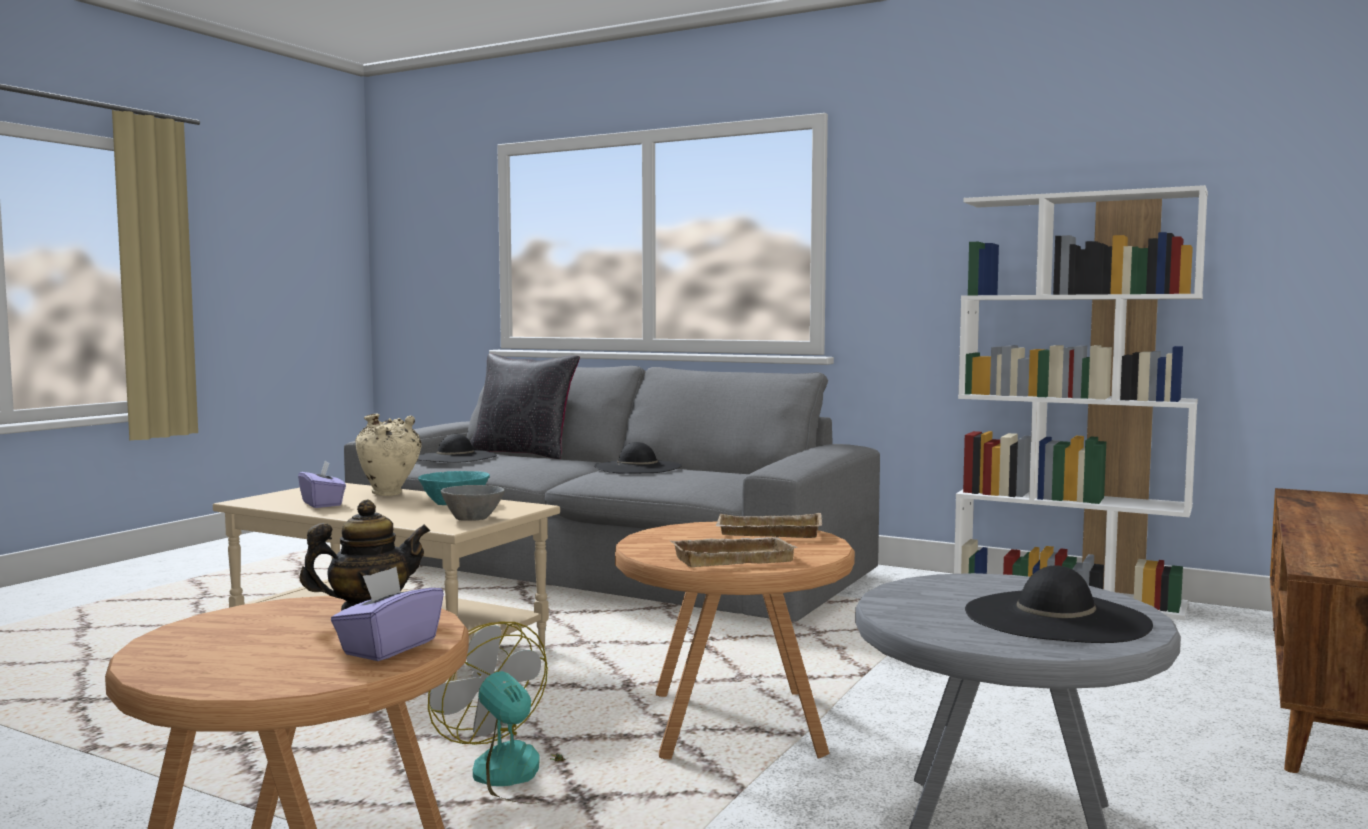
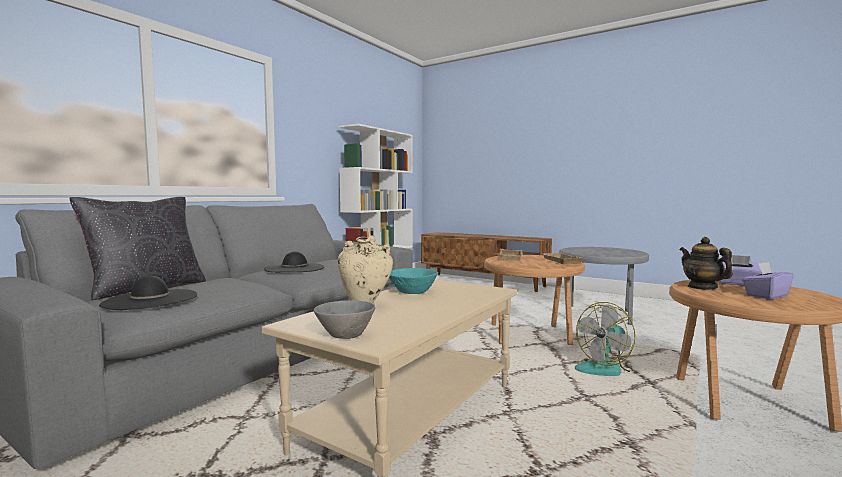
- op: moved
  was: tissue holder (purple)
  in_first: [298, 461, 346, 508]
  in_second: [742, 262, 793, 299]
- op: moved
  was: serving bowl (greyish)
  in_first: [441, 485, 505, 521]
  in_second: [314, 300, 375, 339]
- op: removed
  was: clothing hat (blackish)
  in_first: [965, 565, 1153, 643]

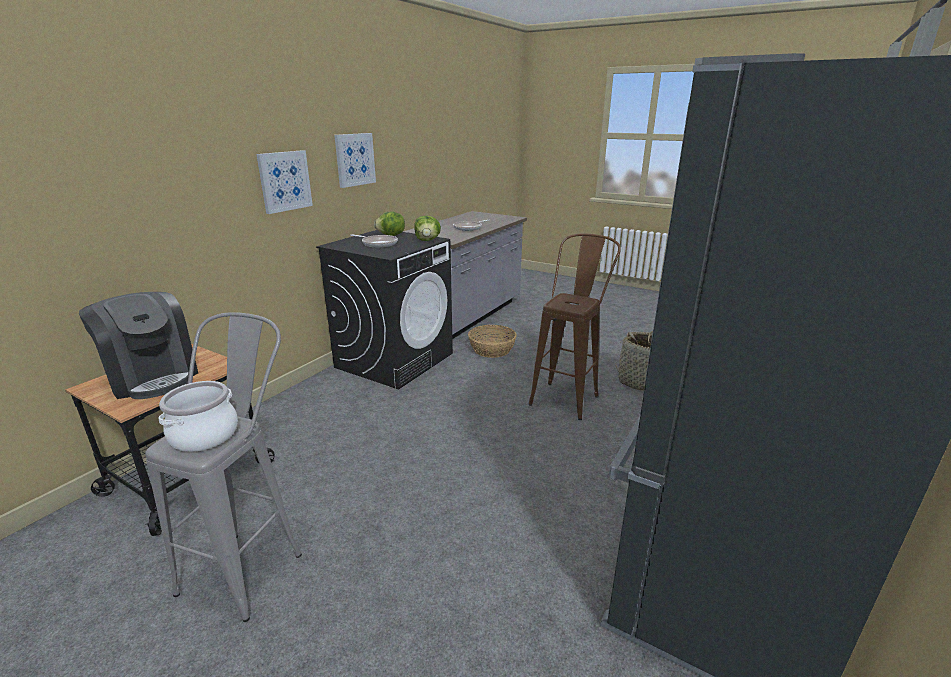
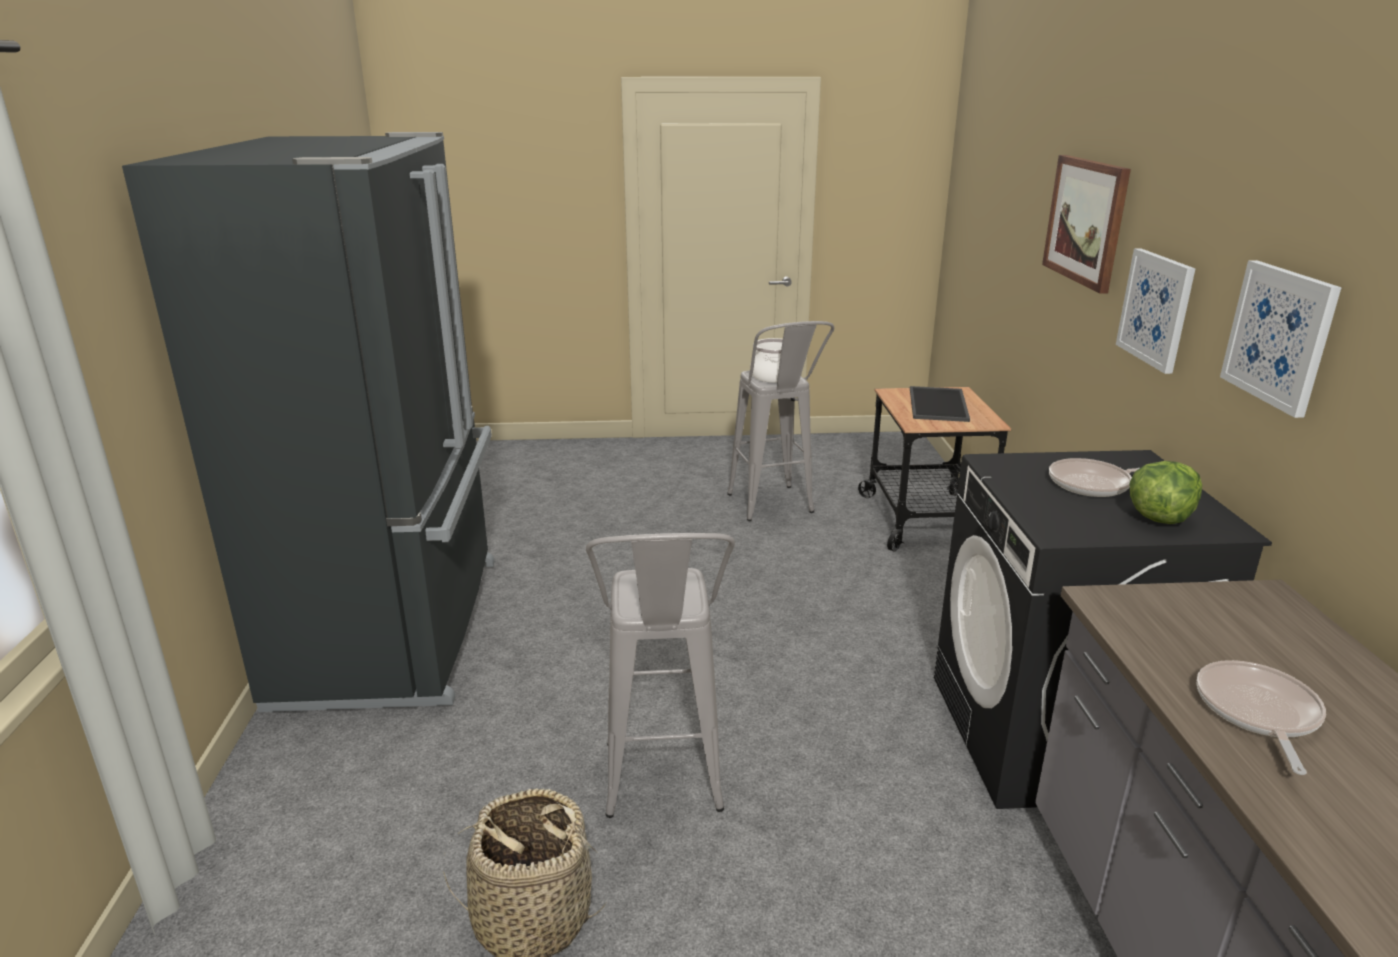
- op: removed
  was: head of lettuce
  in_first: [414, 216, 441, 241]
- op: recoloured
  was: stool seat (brown)
  now: stool seat (greyish)
  in_first: [528, 234, 621, 420]
  in_second: [586, 533, 735, 818]
- op: replaced
  was: coffee machine
  now: serving tray
  in_first: [79, 292, 198, 399]
  in_second: [910, 386, 970, 422]
- op: removed
  was: household basket
  in_first: [468, 325, 517, 358]
- op: added
  now: wall picture
  in_second: [1042, 155, 1131, 294]

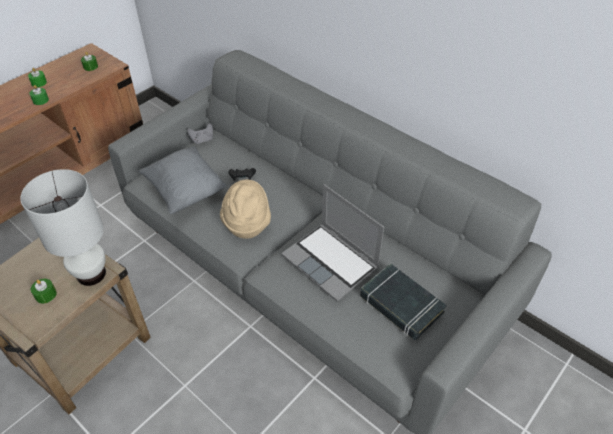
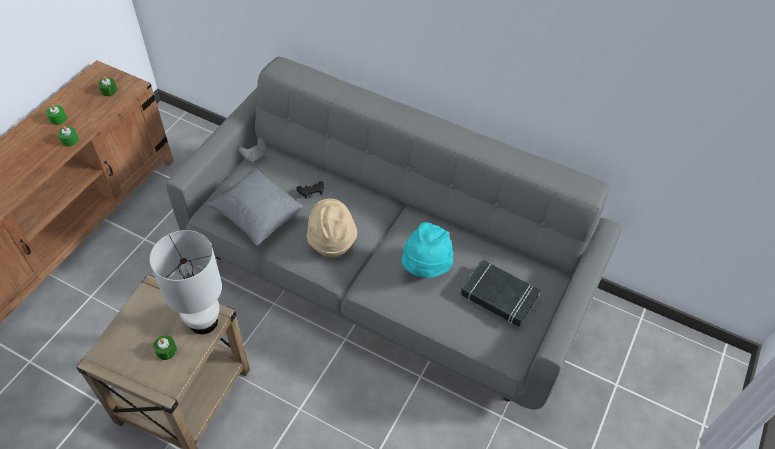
- op: replaced
  was: laptop
  now: clothing hat (turquoise-coloured)
  in_first: [281, 184, 384, 302]
  in_second: [402, 222, 453, 278]

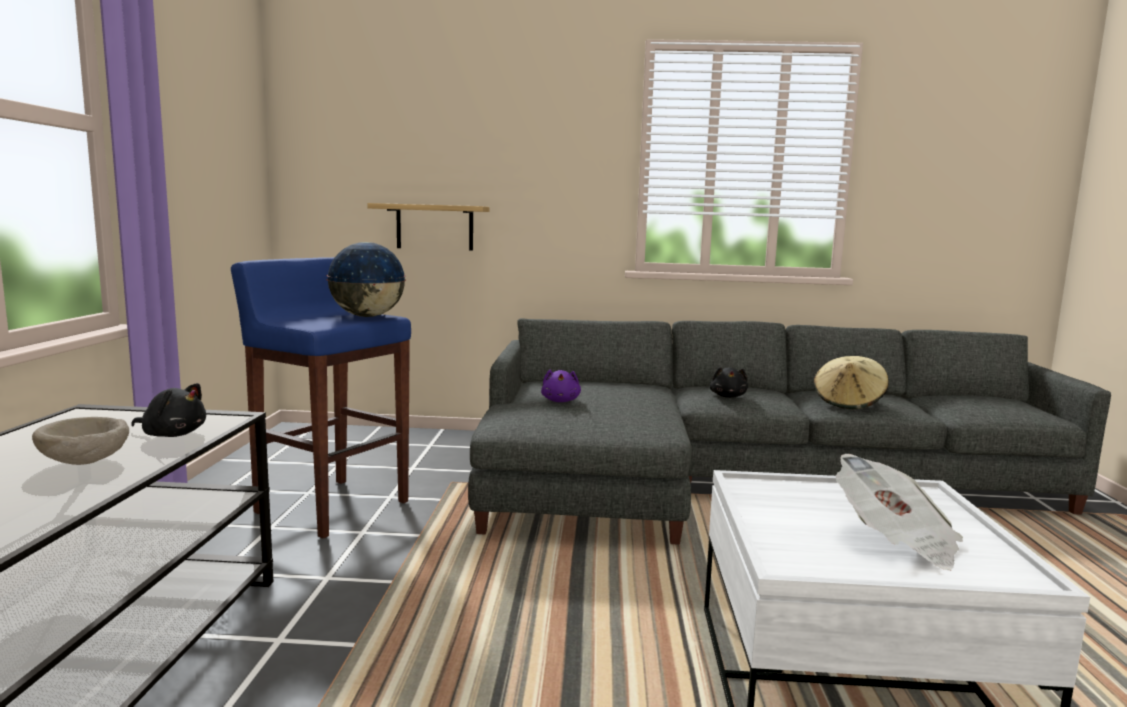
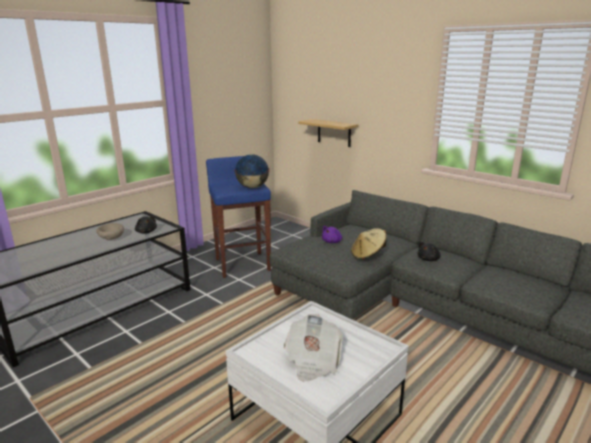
- op: moved
  was: clothing hat (sand-coloured)
  in_first: [814, 356, 889, 409]
  in_second: [351, 228, 387, 260]

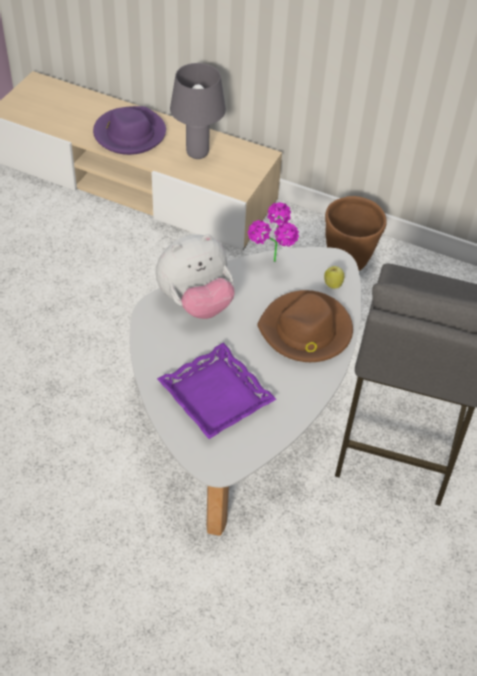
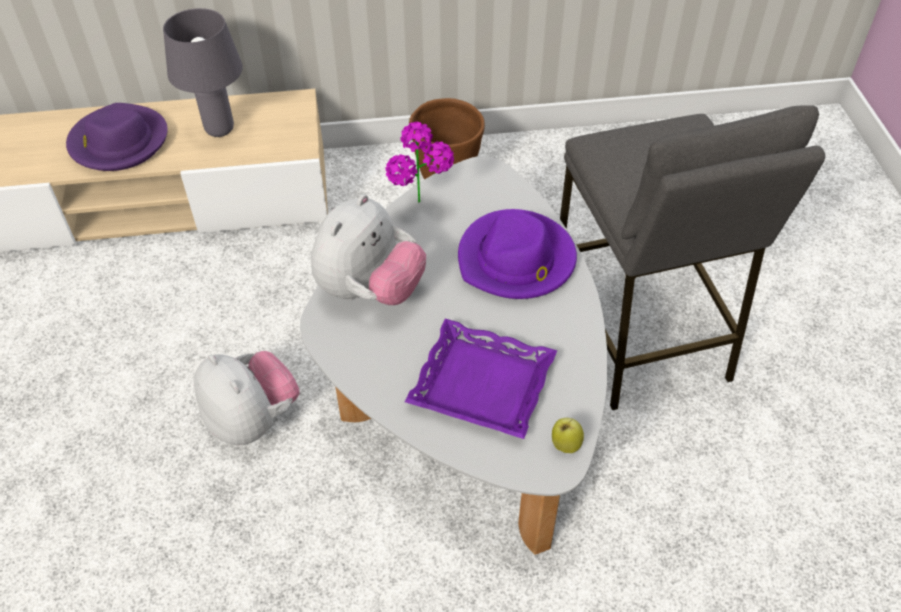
- op: moved
  was: apple fruit
  in_first: [324, 266, 344, 289]
  in_second: [552, 418, 584, 453]
- op: recoloured
  was: clothing hat (brown)
  now: clothing hat (purple)
  in_first: [257, 290, 353, 362]
  in_second: [458, 209, 577, 299]
- op: added
  now: plush toy
  in_second: [194, 351, 300, 445]

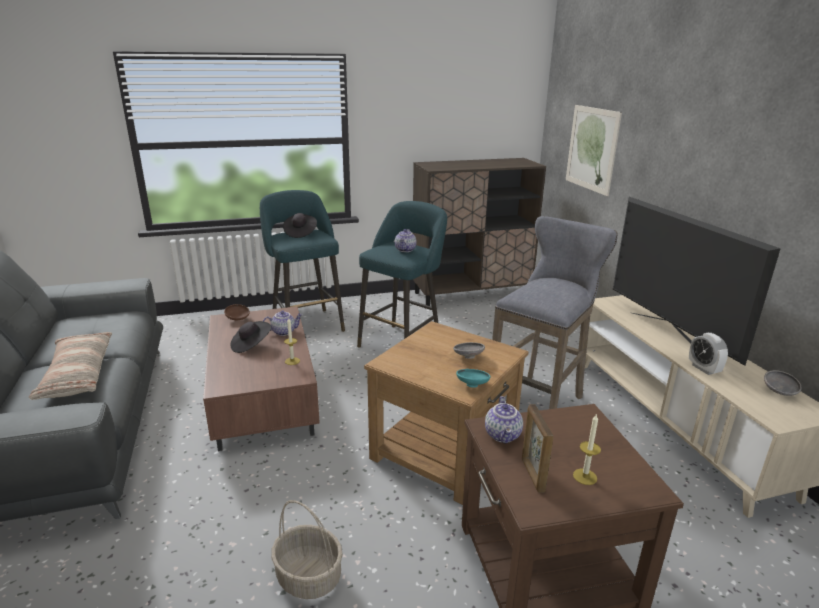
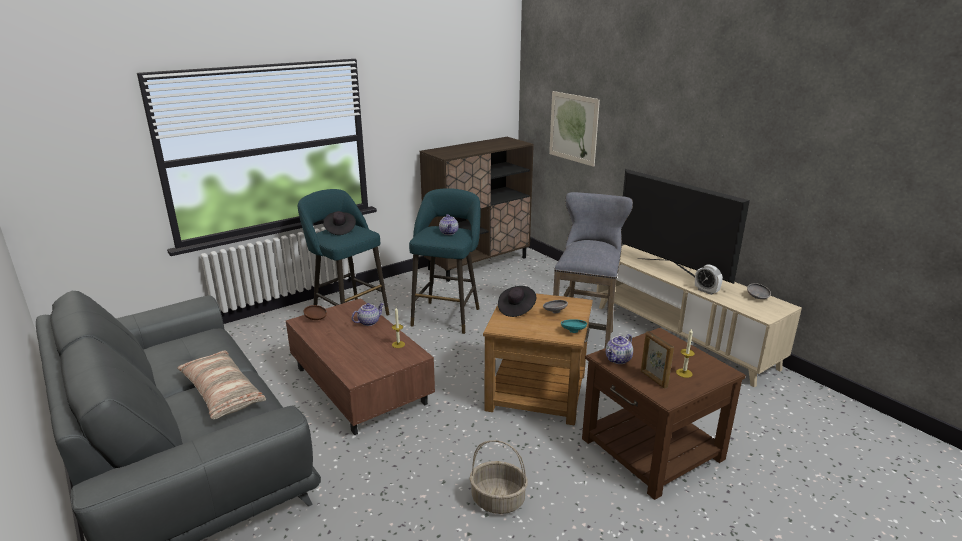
- op: moved
  was: clothing hat (blackish)
  in_first: [230, 321, 271, 353]
  in_second: [498, 286, 536, 317]
- op: turned
  was: pot for tea
  in_first: [485, 396, 523, 444]
  in_second: [606, 334, 633, 364]
  clockwise: 60

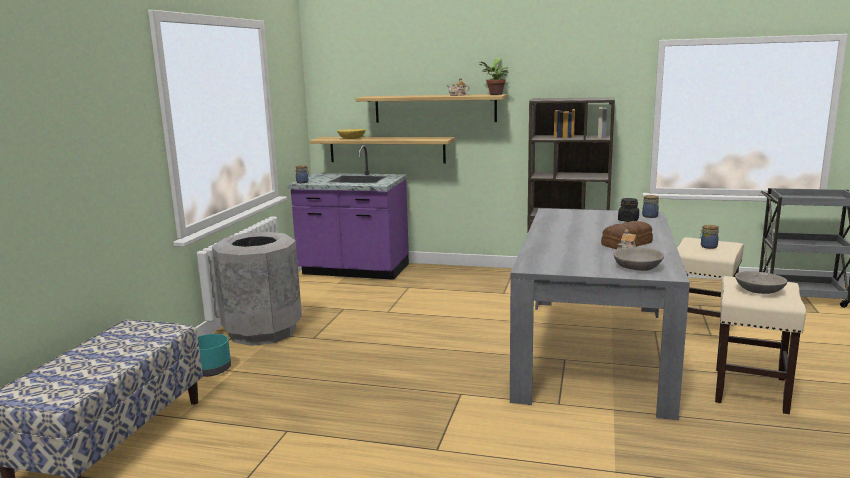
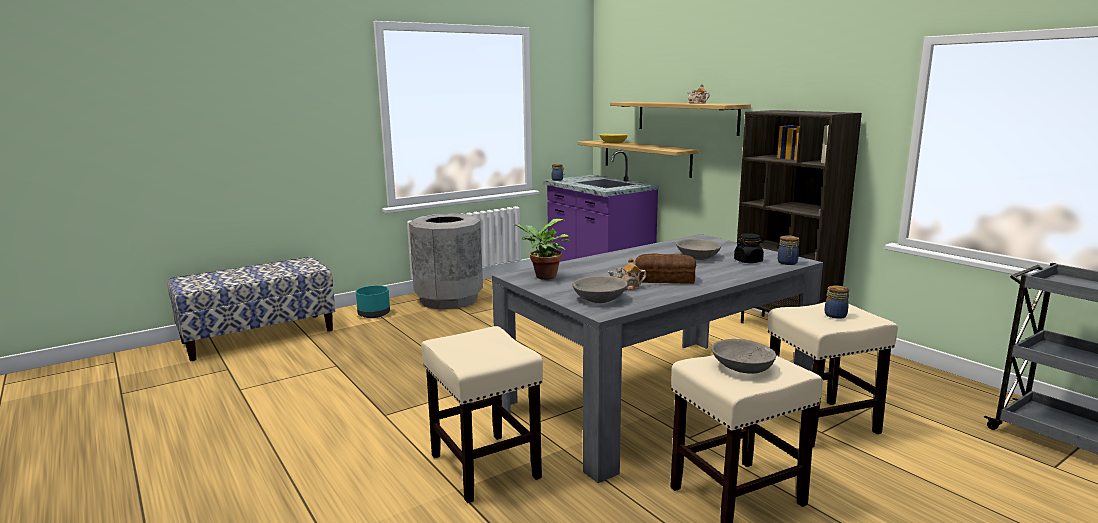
- op: moved
  was: houseplant
  in_first: [479, 58, 509, 95]
  in_second: [515, 219, 571, 280]
- op: added
  now: serving bowl (greyish)
  in_second: [676, 239, 721, 260]
- op: added
  now: stool seat (sand-coloured)
  in_second: [421, 326, 543, 503]

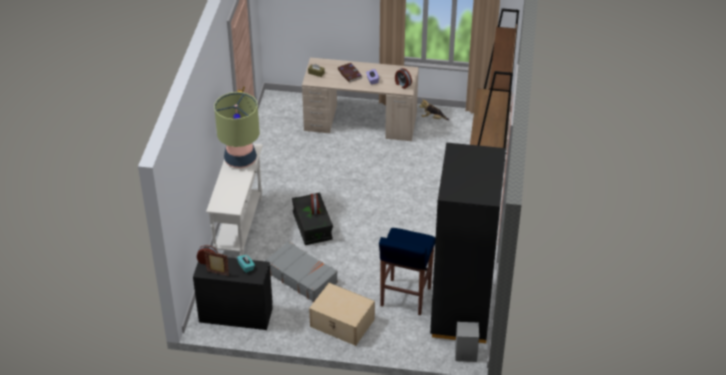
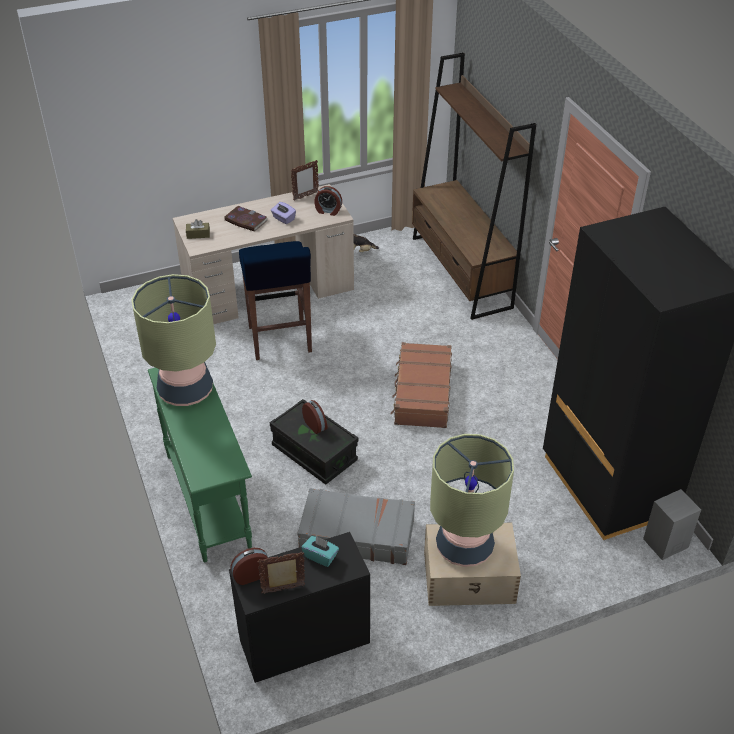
- op: recoloured
  was: console table (white)
  now: console table (greenish)
  in_first: [206, 144, 263, 256]
  in_second: [148, 368, 252, 562]
- op: moved
  was: stool seat (bluish)
  in_first: [379, 228, 435, 315]
  in_second: [239, 241, 312, 360]
- op: added
  now: picture frame
  in_second: [291, 160, 319, 201]
- op: added
  now: travel case (brown)
  in_second: [391, 342, 452, 428]
- op: added
  now: table lamp
  in_second: [430, 434, 514, 567]

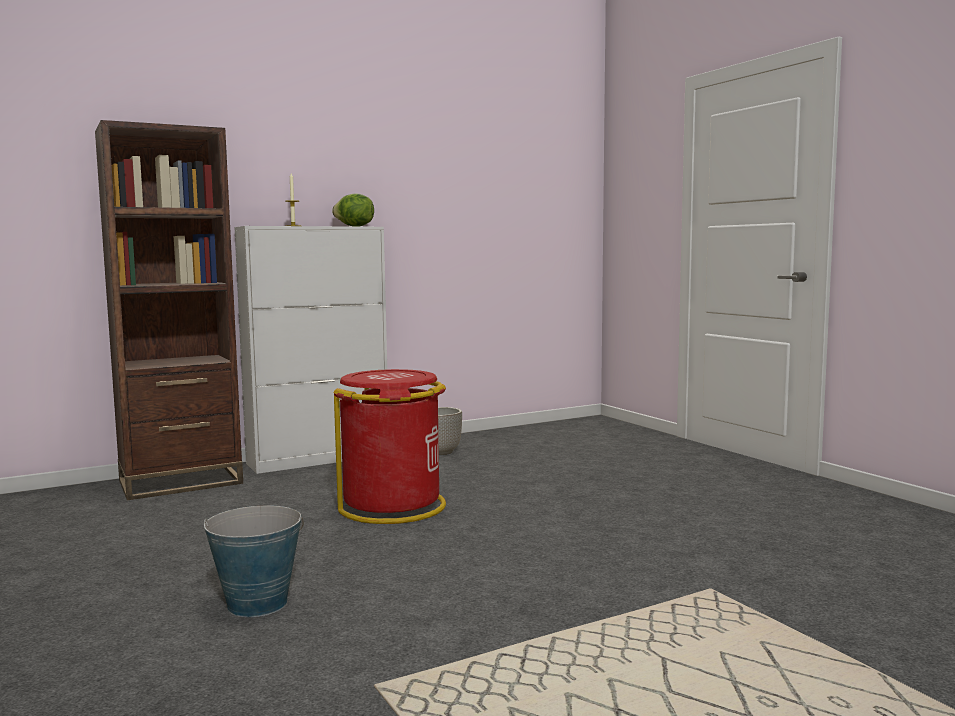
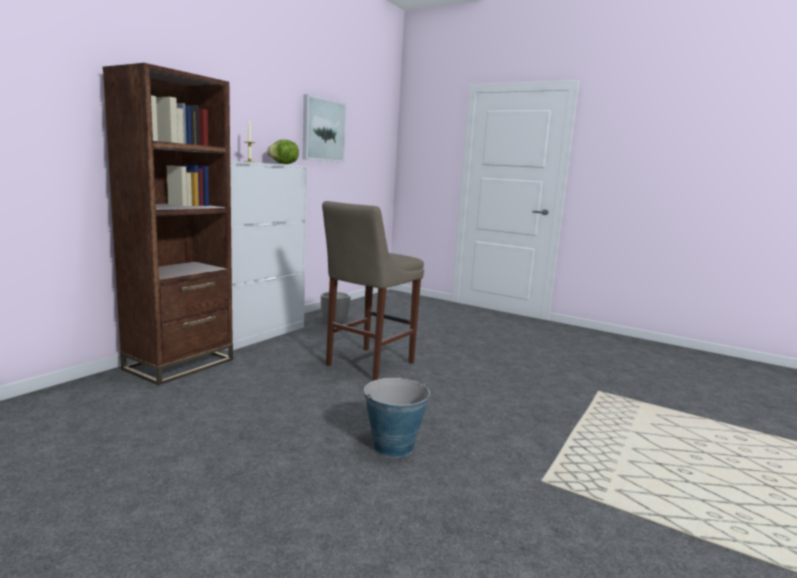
- op: replaced
  was: trash can (reddish)
  now: stool seat (sand-coloured)
  in_first: [334, 369, 446, 524]
  in_second: [322, 201, 424, 381]
- op: added
  now: wall picture
  in_second: [303, 94, 346, 163]

